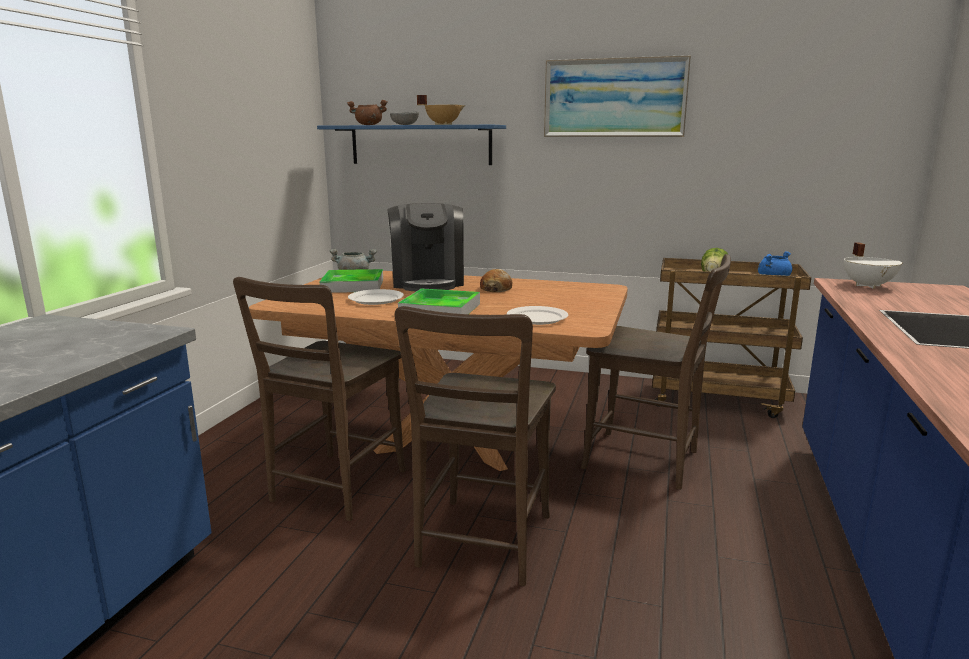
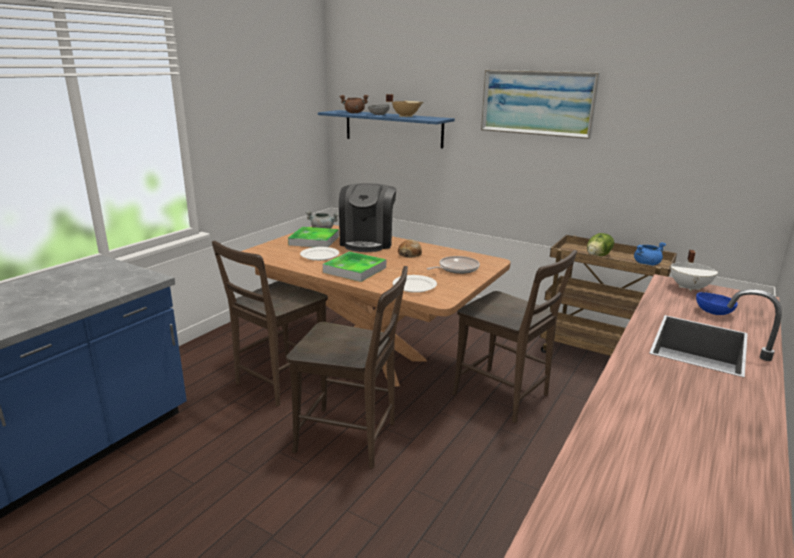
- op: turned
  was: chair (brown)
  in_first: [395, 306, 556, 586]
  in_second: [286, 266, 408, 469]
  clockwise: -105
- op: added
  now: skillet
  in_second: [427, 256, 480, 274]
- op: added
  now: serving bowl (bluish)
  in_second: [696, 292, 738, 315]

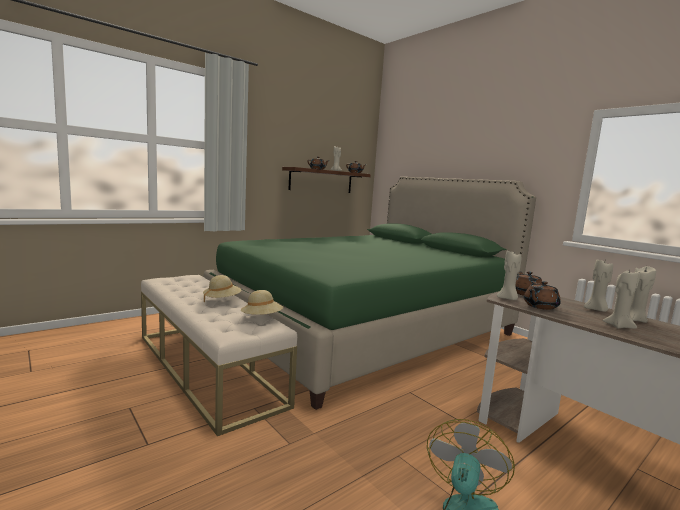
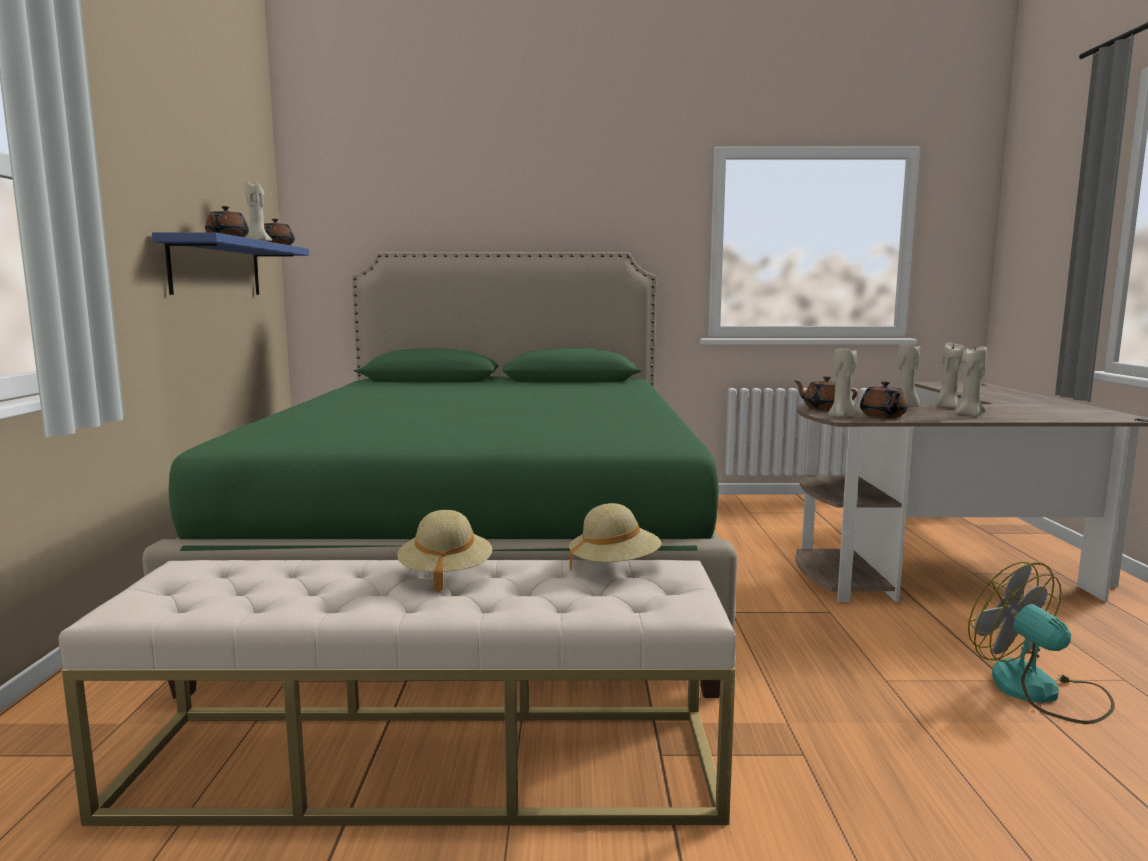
- op: recoloured
  was: wall shelf (brown)
  now: wall shelf (bluish)
  in_first: [282, 167, 371, 193]
  in_second: [152, 232, 309, 295]

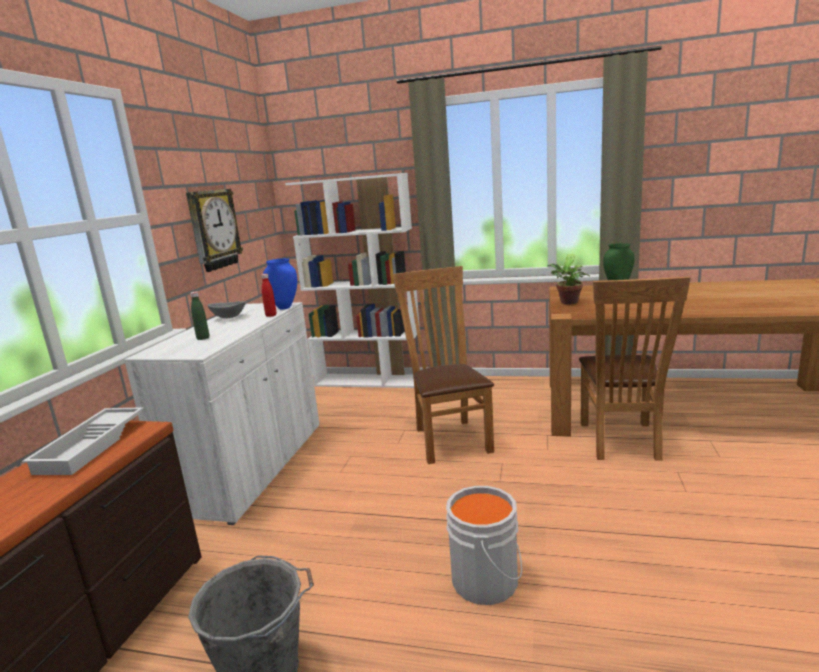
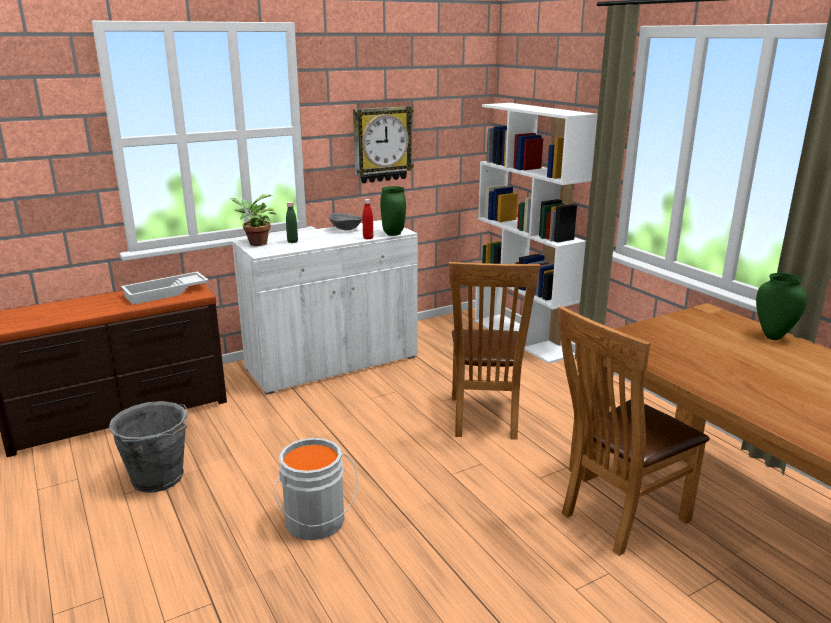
- op: moved
  was: houseplant
  in_first: [547, 254, 590, 304]
  in_second: [230, 194, 276, 246]
- op: recoloured
  was: vase (bluish)
  now: vase (greenish)
  in_first: [263, 258, 297, 310]
  in_second: [380, 186, 406, 236]
- op: turned
  was: chair (brown)
  in_first: [393, 266, 494, 464]
  in_second: [449, 262, 540, 440]
  clockwise: 150

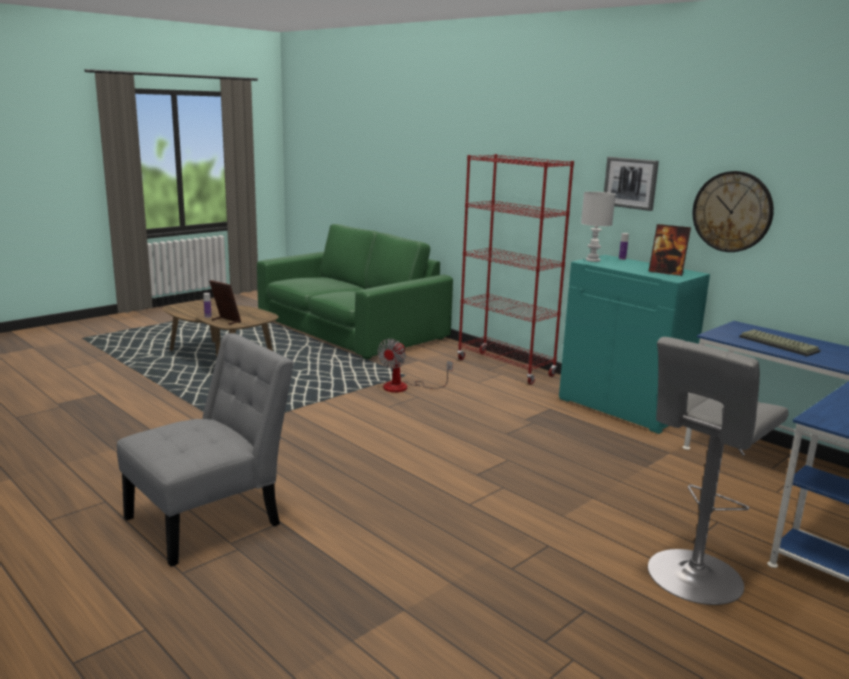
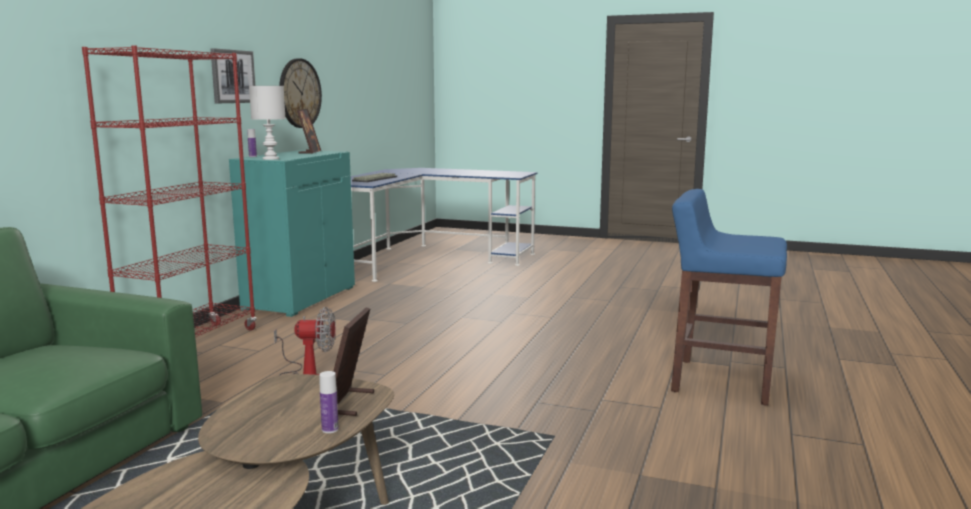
- op: replaced
  was: chair (greyish)
  now: stool seat (bluish)
  in_first: [117, 333, 294, 567]
  in_second: [671, 189, 787, 406]
- op: removed
  was: stool seat (greyish)
  in_first: [648, 337, 789, 605]

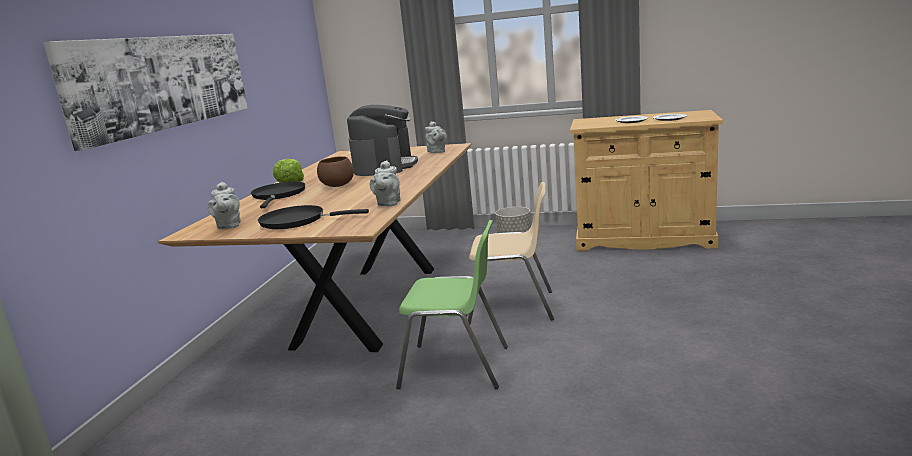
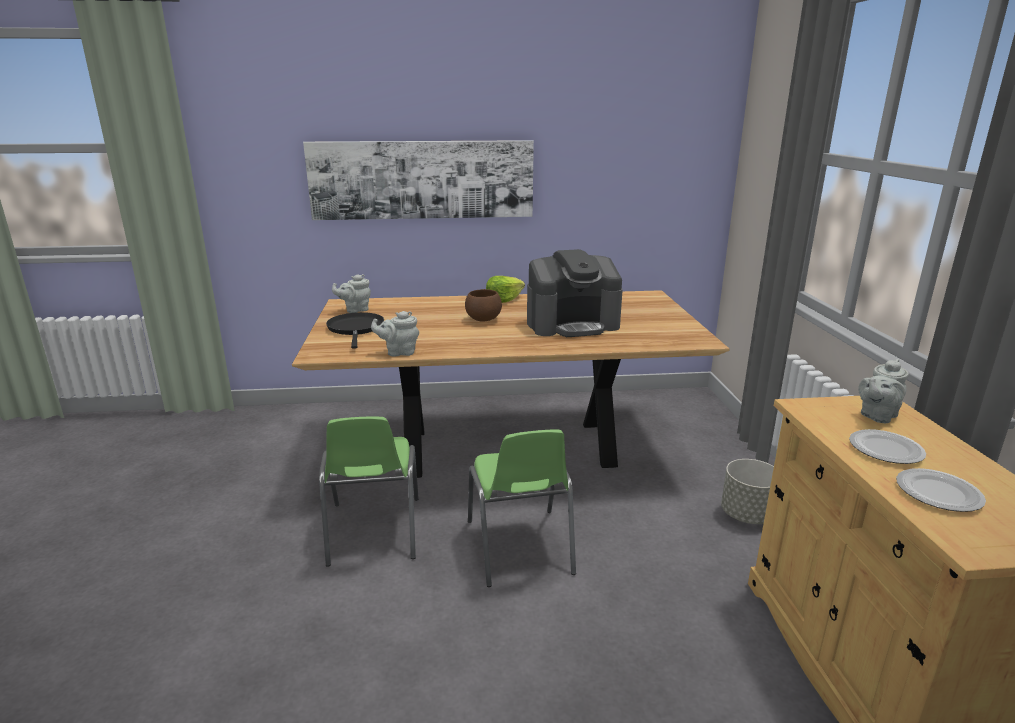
- op: moved
  was: pot for tea (greyish)
  in_first: [425, 121, 447, 153]
  in_second: [858, 359, 909, 423]
- op: removed
  was: skillet (blackish)
  in_first: [251, 182, 305, 208]
- op: recoloured
  was: chair (sand-coloured)
  now: chair (greenish)
  in_first: [468, 182, 554, 325]
  in_second: [468, 430, 576, 587]

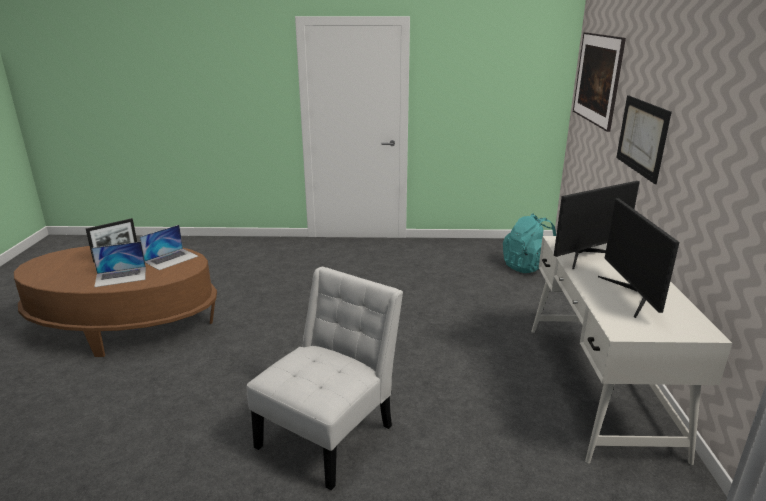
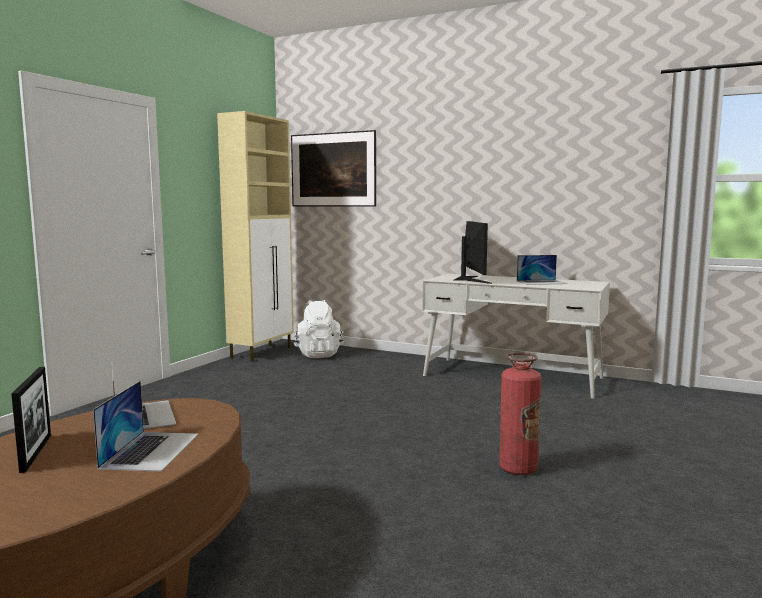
- op: removed
  was: wall picture
  in_first: [616, 95, 672, 184]
- op: replaced
  was: computer screen
  now: laptop
  in_first: [598, 198, 679, 318]
  in_second: [517, 255, 567, 285]
- op: recoloured
  was: backpack (turquoise-coloured)
  now: backpack (white)
  in_first: [503, 213, 556, 273]
  in_second: [294, 300, 343, 358]
- op: replaced
  was: chair (white)
  now: extinguisher
  in_first: [247, 267, 403, 490]
  in_second: [499, 352, 541, 475]
- op: added
  now: cupboard (sand-coloured)
  in_second: [217, 111, 294, 362]

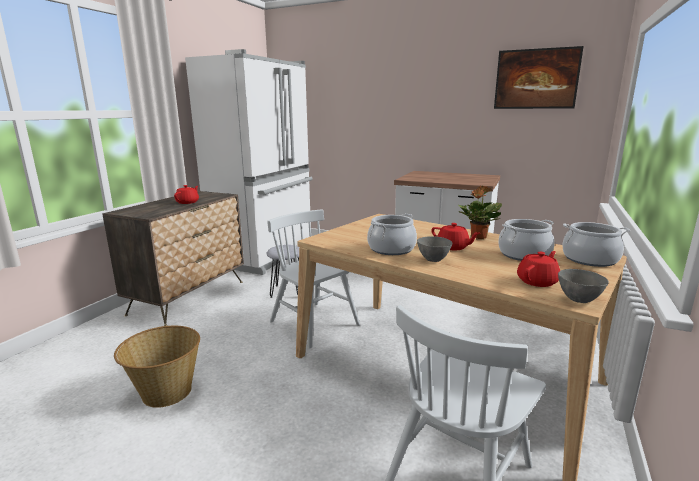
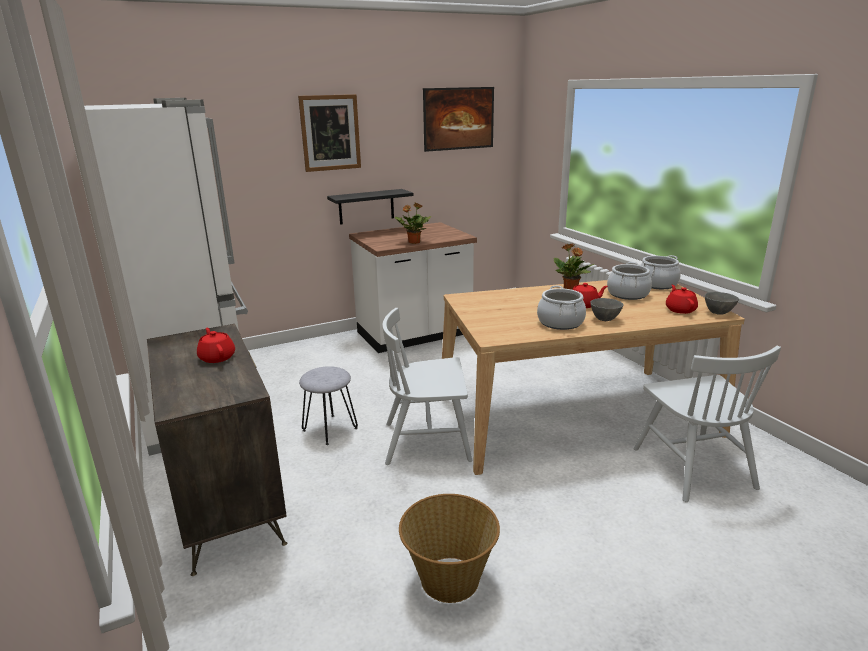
- op: added
  now: wall picture
  in_second: [298, 94, 361, 172]
- op: added
  now: wall shelf (blackish)
  in_second: [327, 189, 413, 225]
- op: added
  now: houseplant
  in_second: [395, 203, 431, 244]

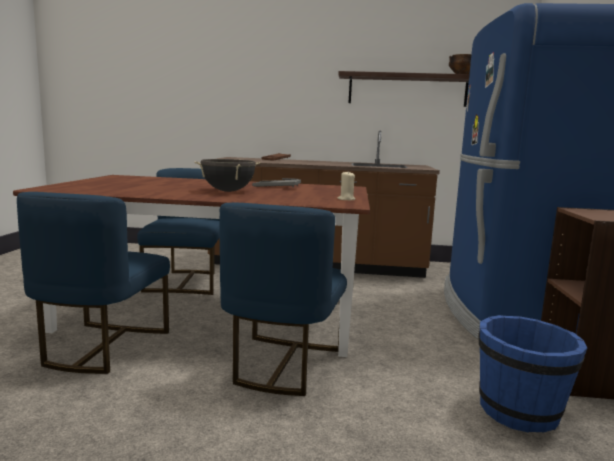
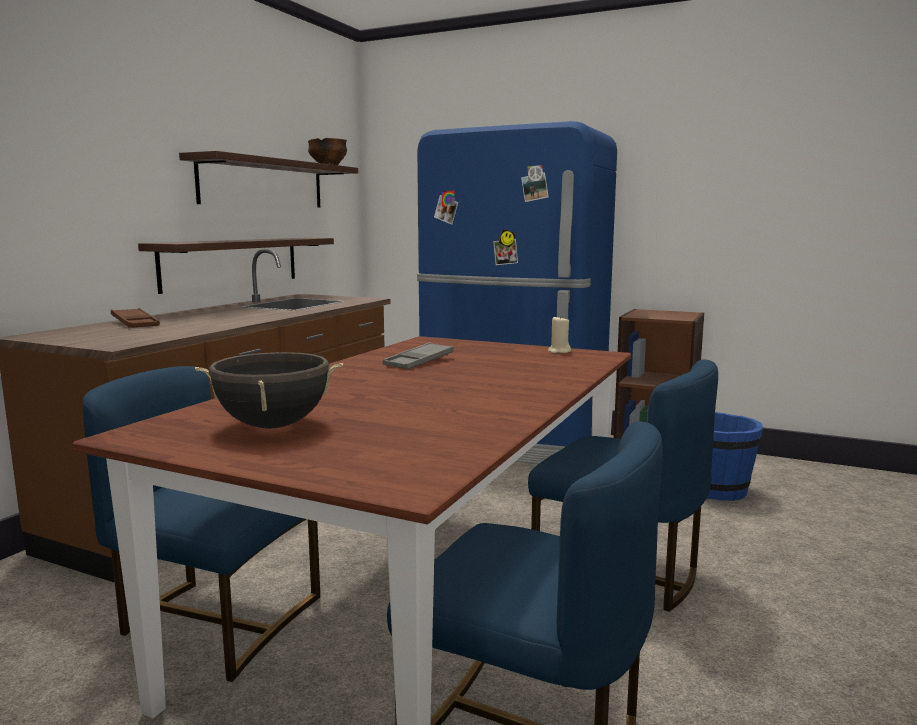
- op: moved
  was: stockpot (blackish)
  in_first: [195, 159, 260, 192]
  in_second: [195, 352, 343, 429]
- op: added
  now: wall shelf
  in_second: [138, 238, 334, 294]

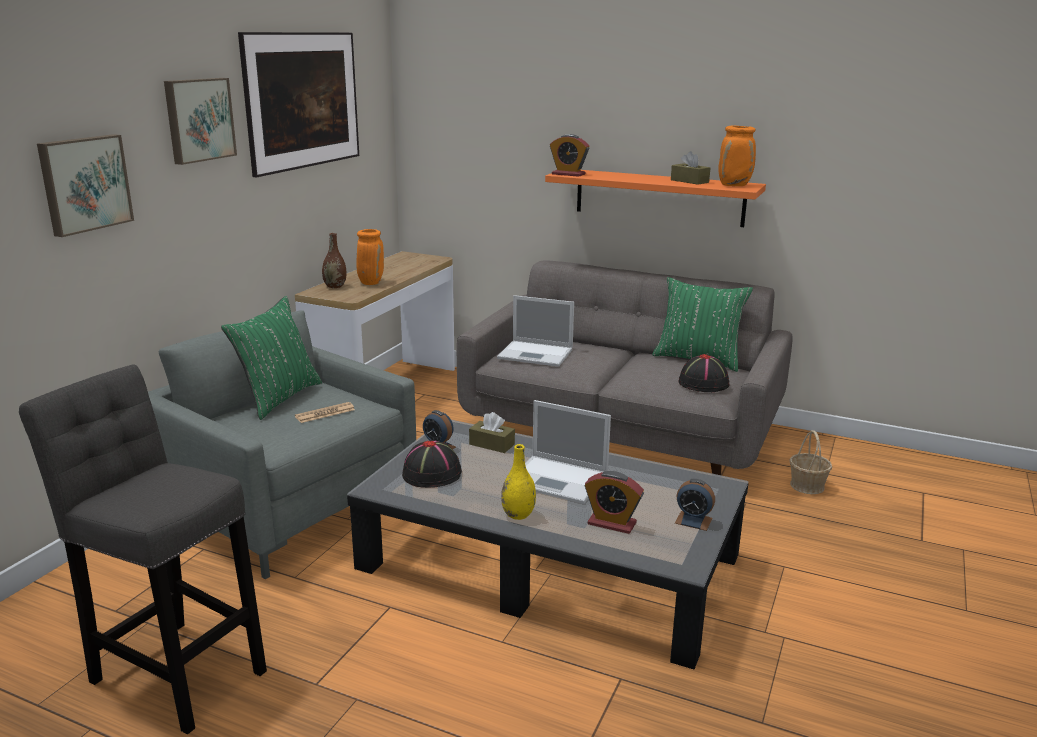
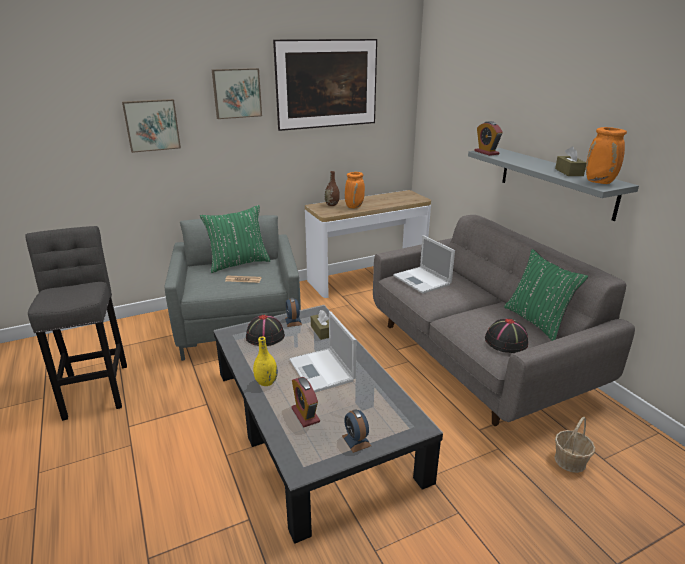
- op: recoloured
  was: wall shelf (orangey)
  now: wall shelf (greyish)
  in_first: [545, 170, 766, 227]
  in_second: [468, 148, 639, 221]

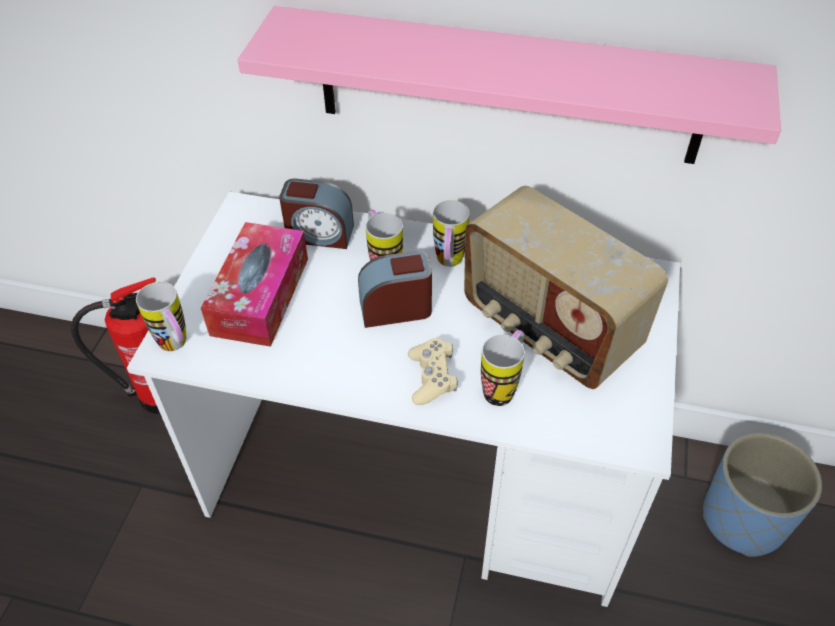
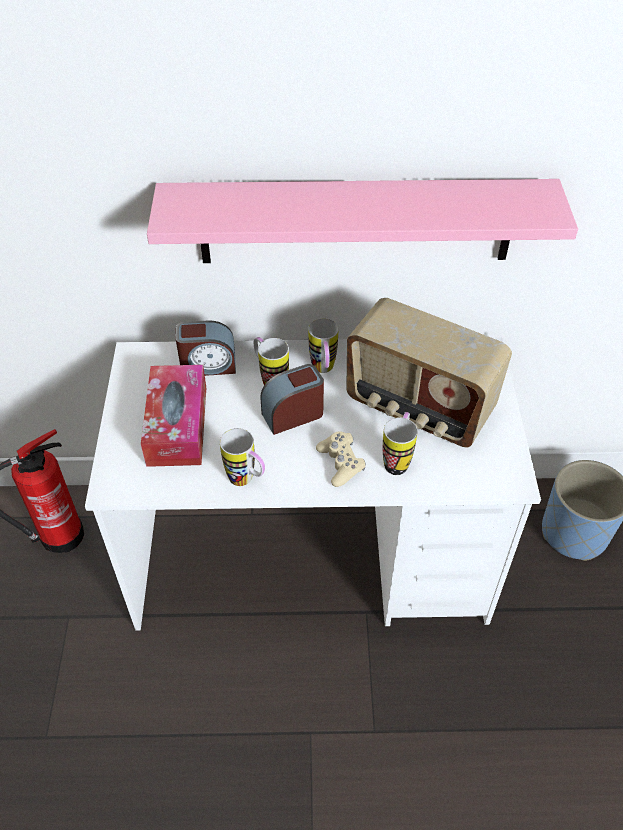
- op: moved
  was: coffee mug
  in_first: [136, 282, 186, 351]
  in_second: [220, 428, 265, 486]

